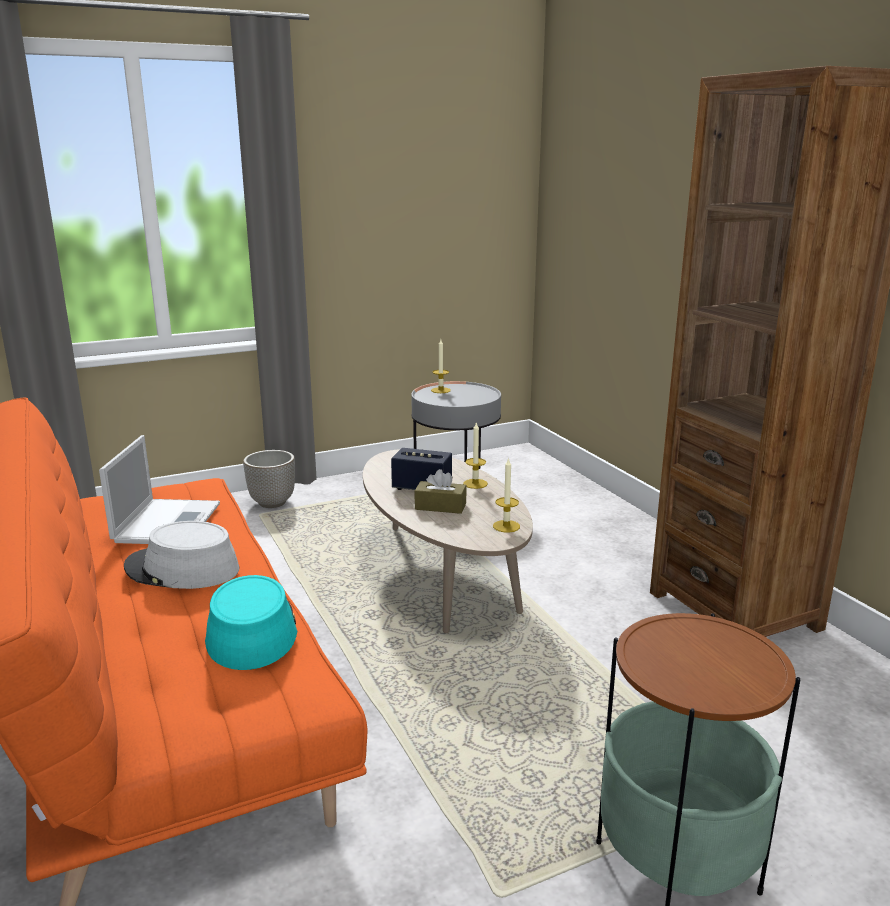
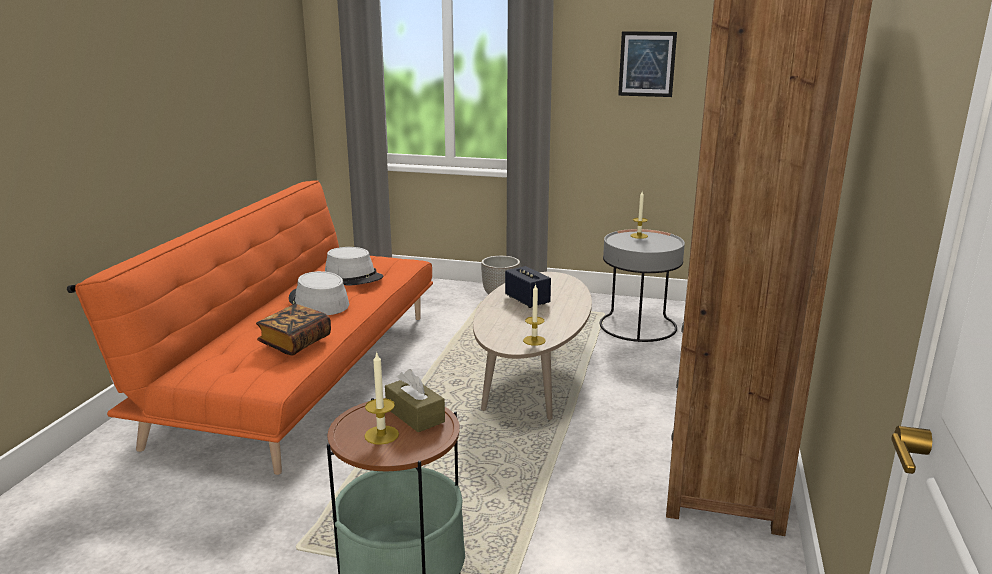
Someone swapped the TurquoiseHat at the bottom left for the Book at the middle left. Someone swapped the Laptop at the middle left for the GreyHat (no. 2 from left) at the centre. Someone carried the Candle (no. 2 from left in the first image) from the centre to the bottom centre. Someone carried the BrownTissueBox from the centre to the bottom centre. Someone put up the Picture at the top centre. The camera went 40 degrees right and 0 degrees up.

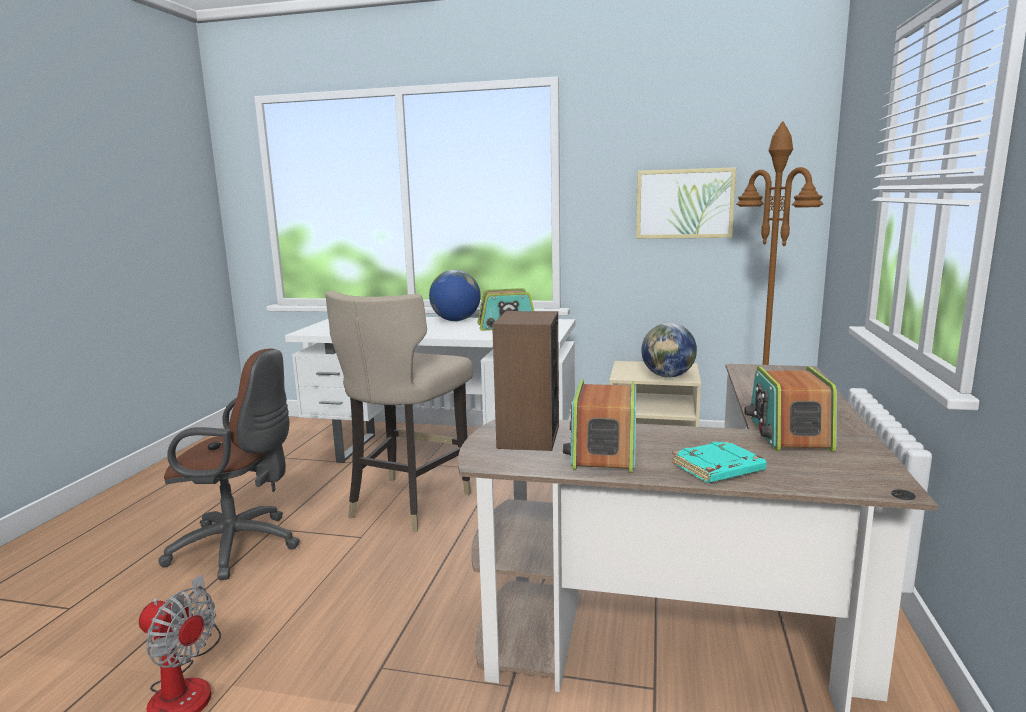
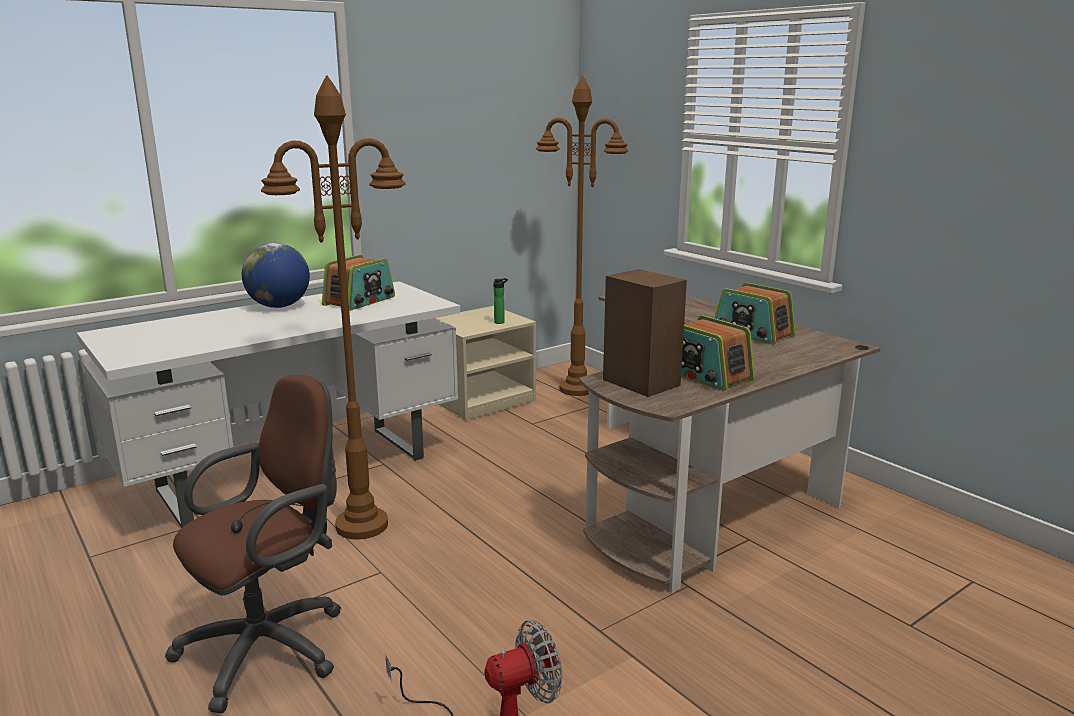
Someone swapped the BeigeStool at the centre for the BrownFloorLamp (no. 1 from left) at the middle left. Someone swapped the Globe (no. 2 from left) at the centre for the Bottle at the centre. Someone took away the Picture at the top right. Someone took away the TurquoiseBook at the middle right. The camera went 50 degrees left and 5 degrees up.

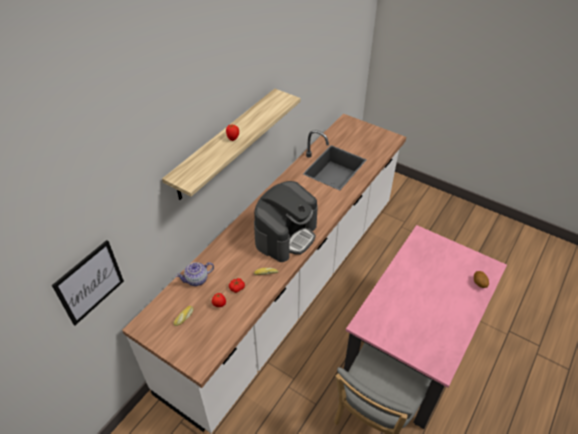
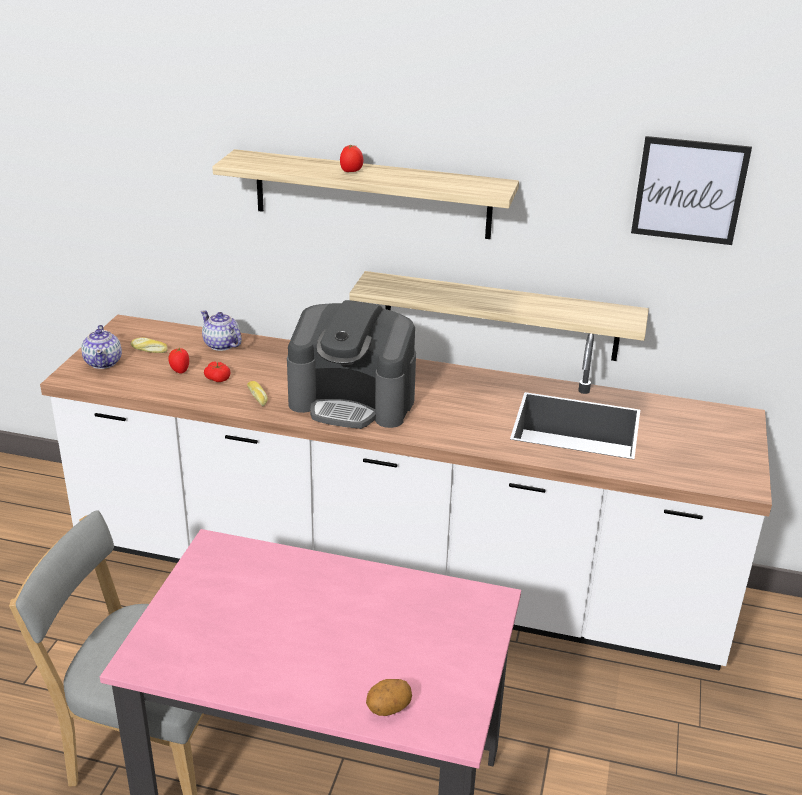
Someone put down the Teapot (no. 1 from left) at the middle left. Someone put up the Shelf (no. 2 from left) at the centre. Someone carried the Picture from the middle left to the top right. The camera went 70 degrees right and 15 degrees down.

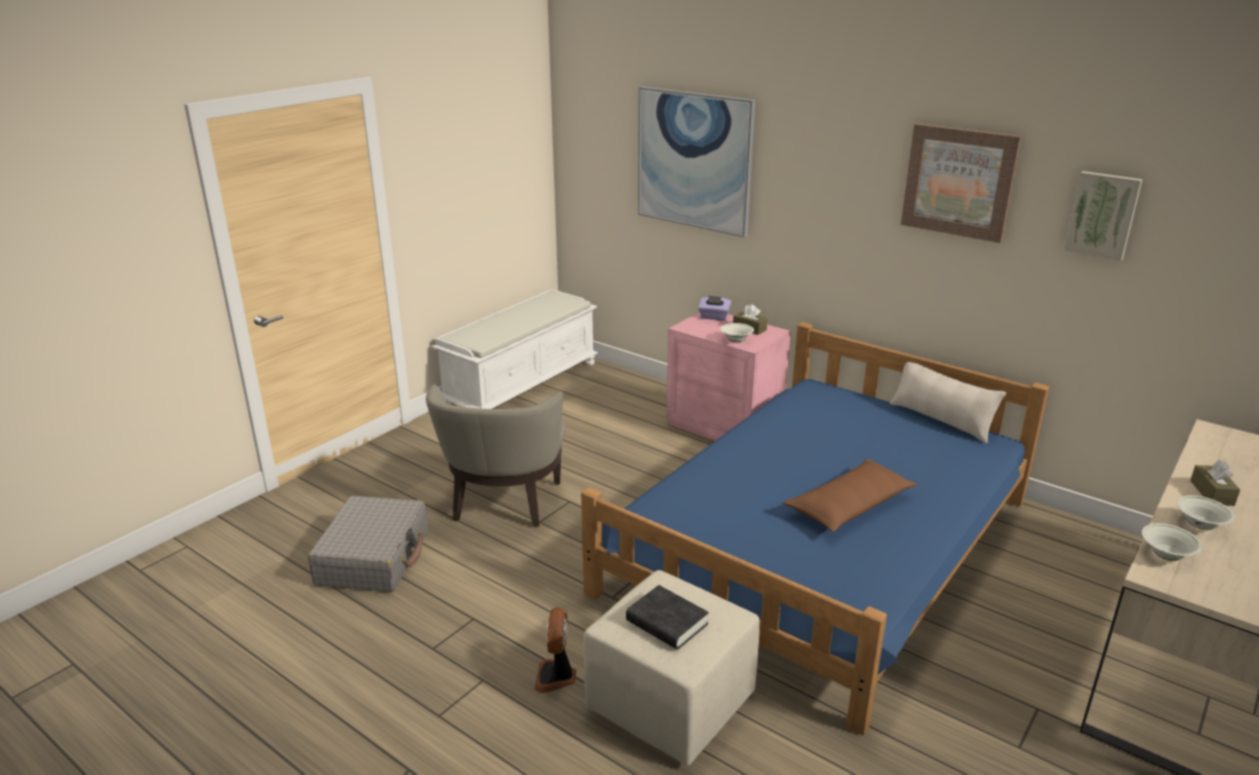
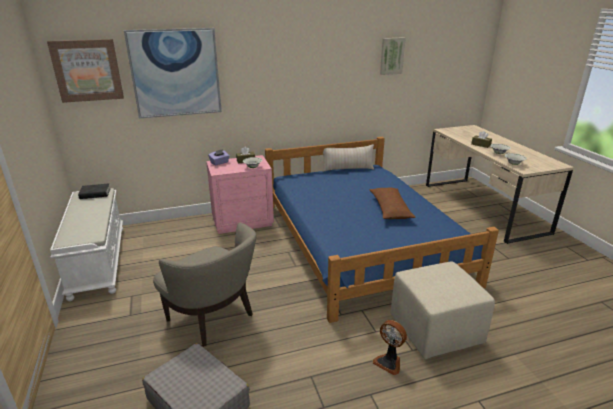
Someone carried the Picture (no. 2 from left in the first image) from the top right to the top left. Someone carried the BlackBook from the bottom centre to the middle left. The camera went 55 degrees left and 0 degrees up.

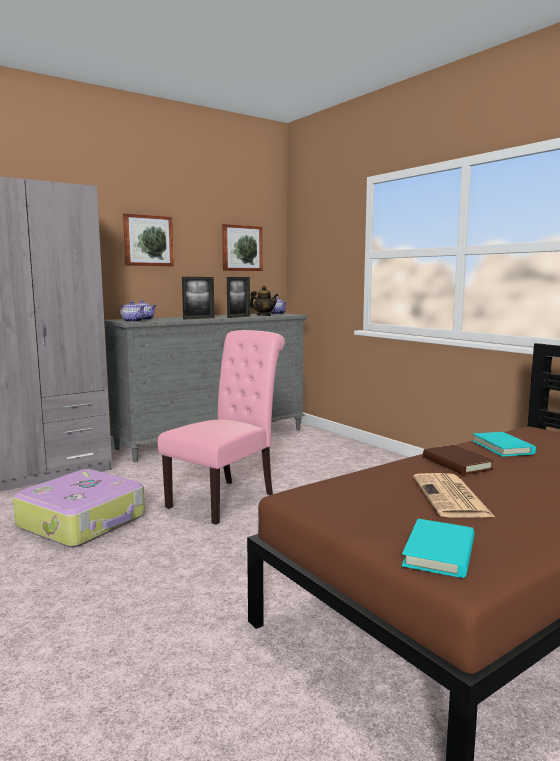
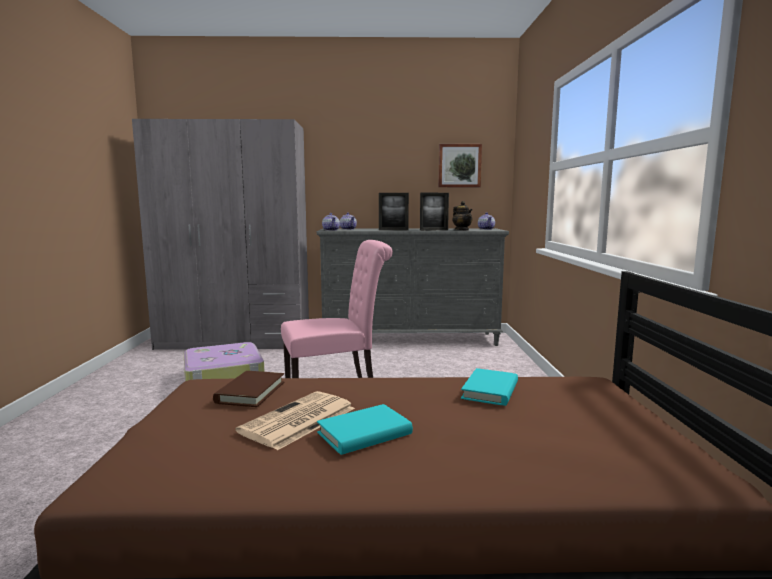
Someone carried the BrownBook from the middle right to the bottom left. Someone carried the TurquoiseBook (no. 1 from left) from the bottom right to the bottom centre. Someone took away the Picture (no. 1 from left) at the top left. The camera went 35 degrees right and 0 degrees up.

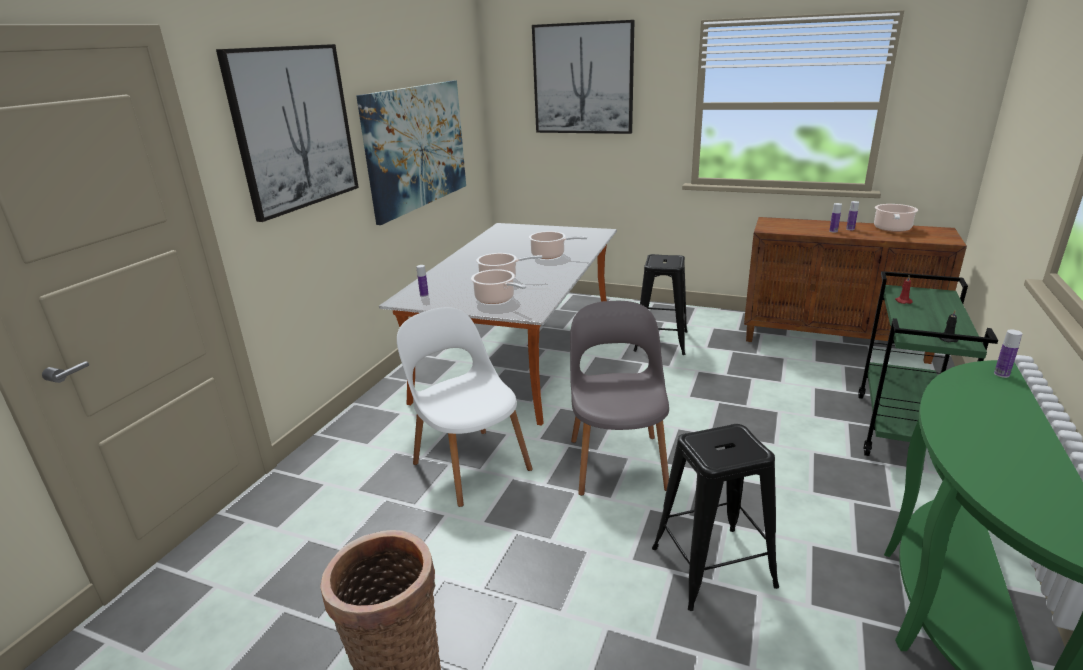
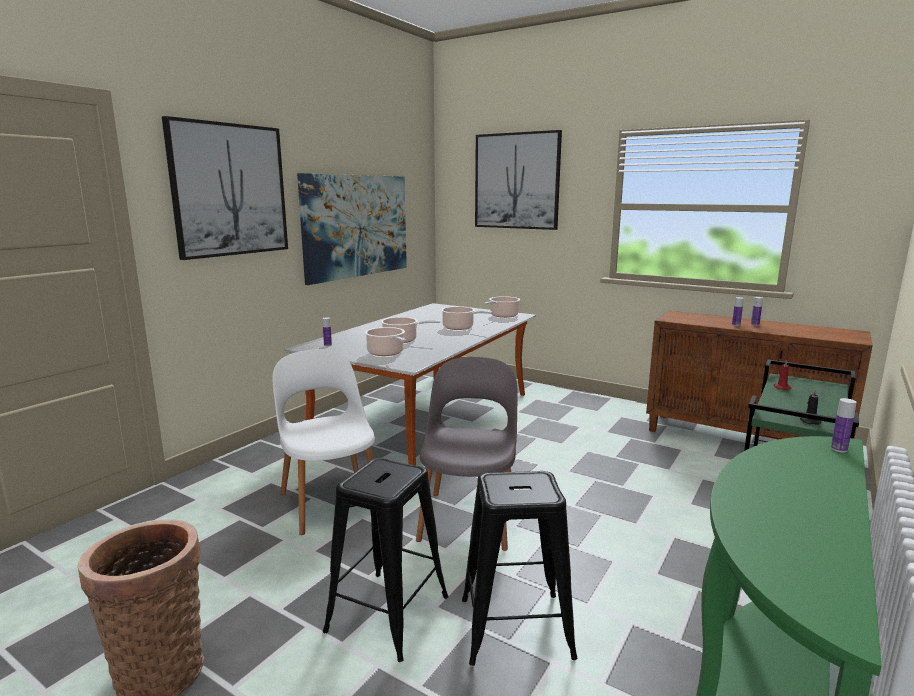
Someone carried the BlackStool (no. 1 from left) from the centre to the bottom centre. Someone carried the CookingPot (no. 4 from left) from the top right to the centre. The camera went 10 degrees right and 10 degrees down.

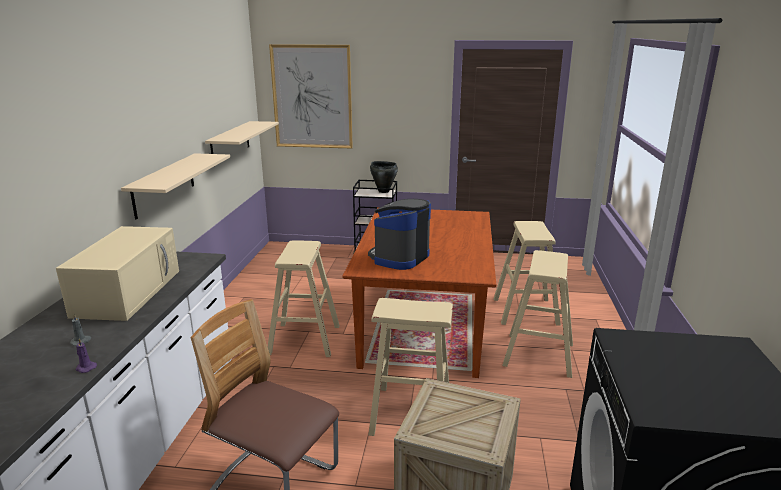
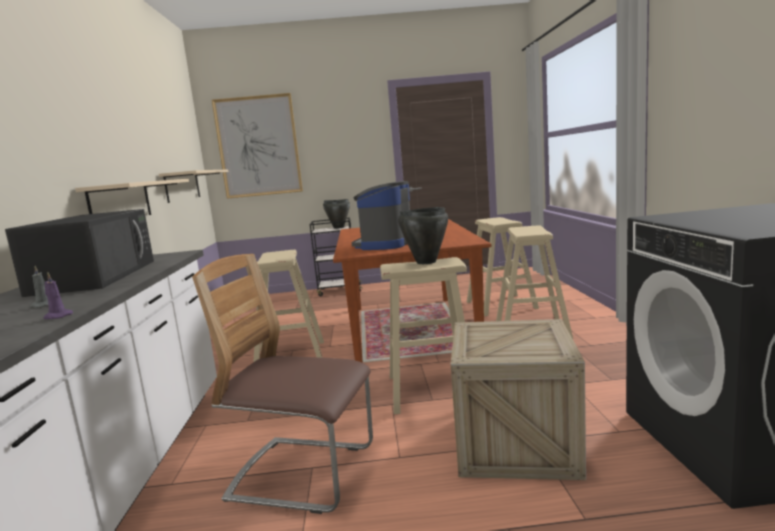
Someone repainted the BeigeMicrowave at the middle left, which became the BlackMicrowave at the middle left. Someone put down the BlackCookingPot (no. 2 from left) at the centre. The camera went 10 degrees left and 10 degrees down.

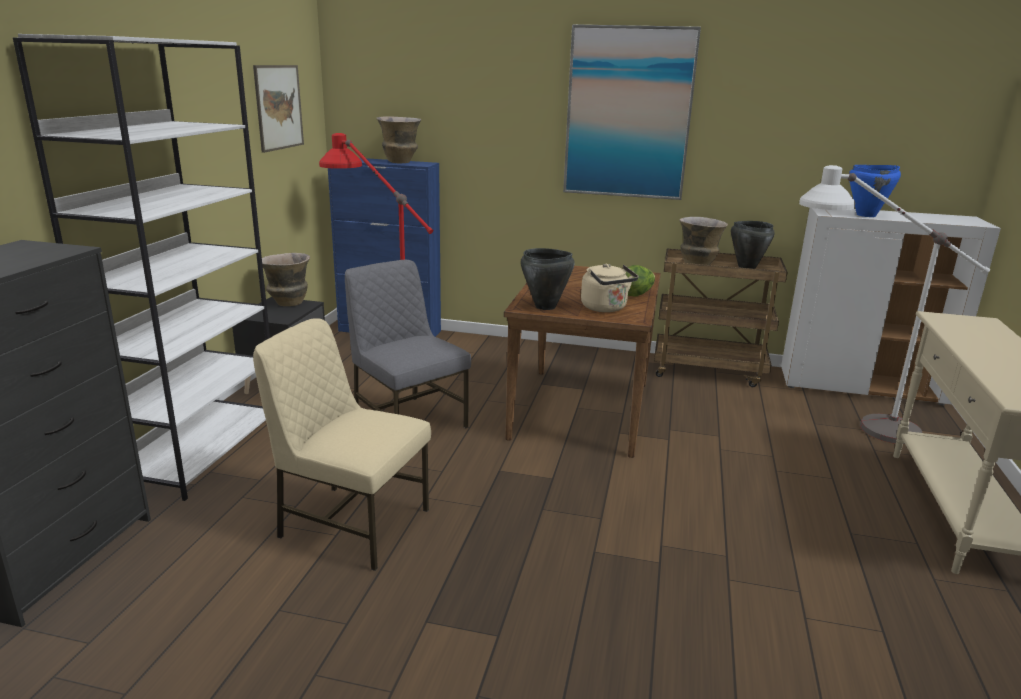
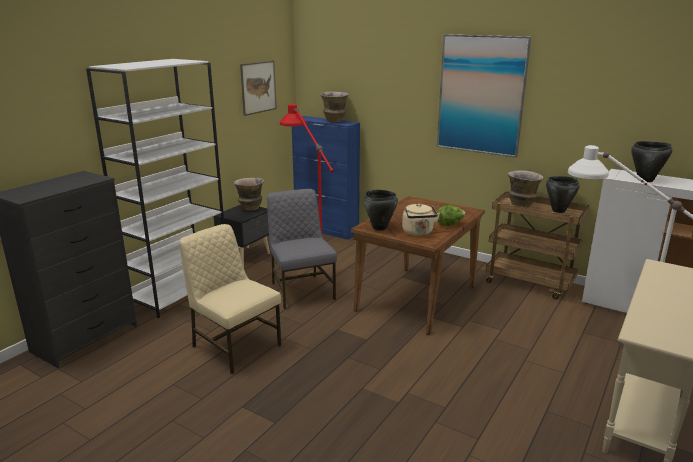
Someone repainted the BlueCookingPot at the top right, which became the BlackCookingPot (no. 3 from left) at the middle right. The camera went 20 degrees right and 0 degrees up.

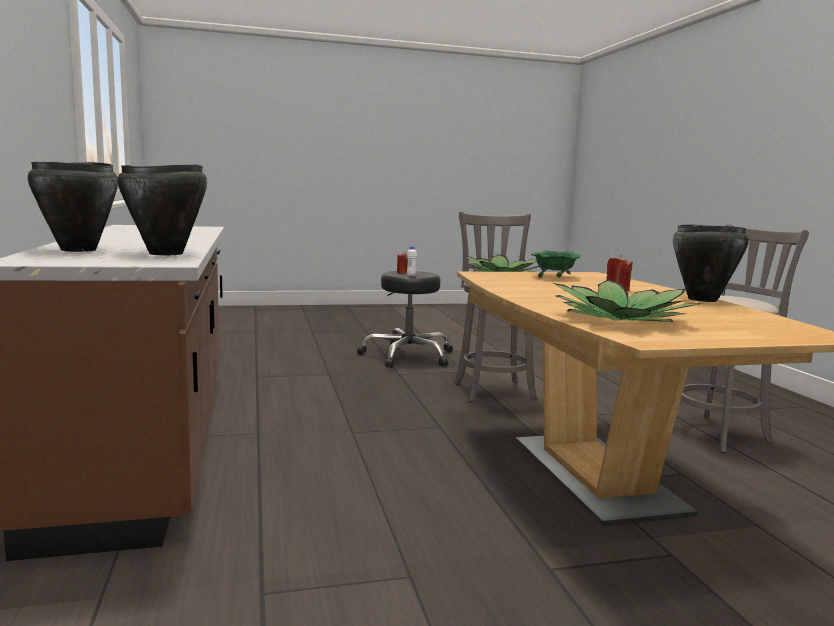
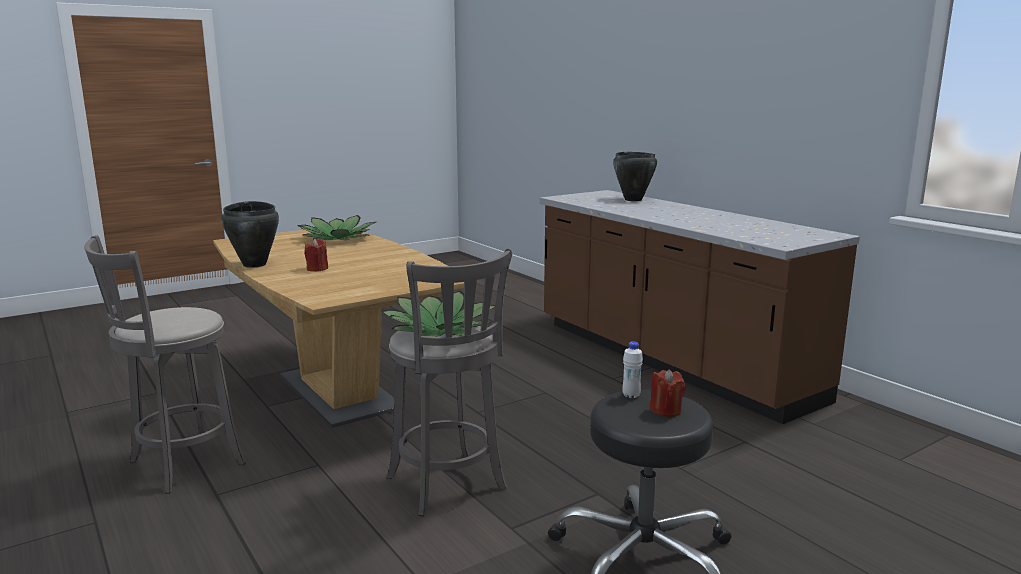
Someone took away the BlackCookingPot (no. 2 from left) at the middle left. Someone took away the GreenBowl at the middle right. The camera went 160 degrees right and 5 degrees up.

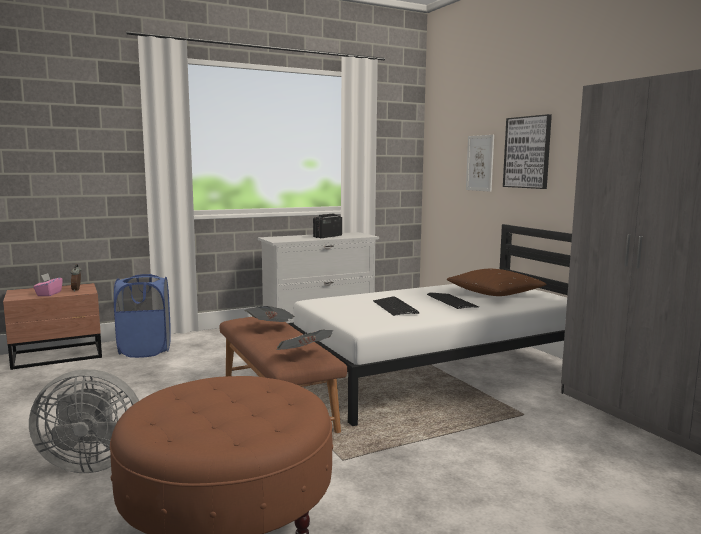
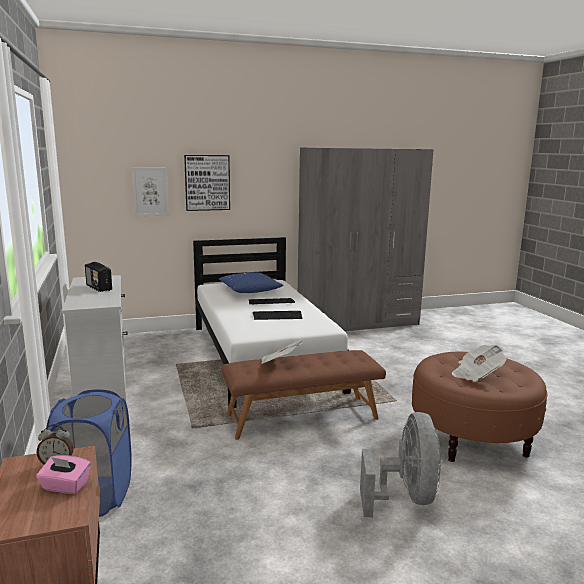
Someone repainted the BrownPillow at the middle right, which became the BluePillow at the centre. Someone carried the Newspaper (no. 2 from left) from the centre to the middle right. The camera went 80 degrees left and 5 degrees up.

